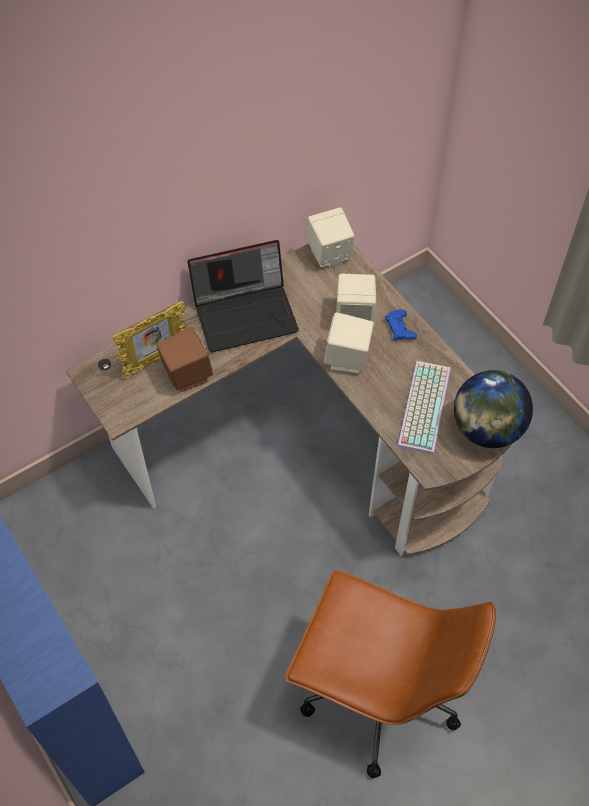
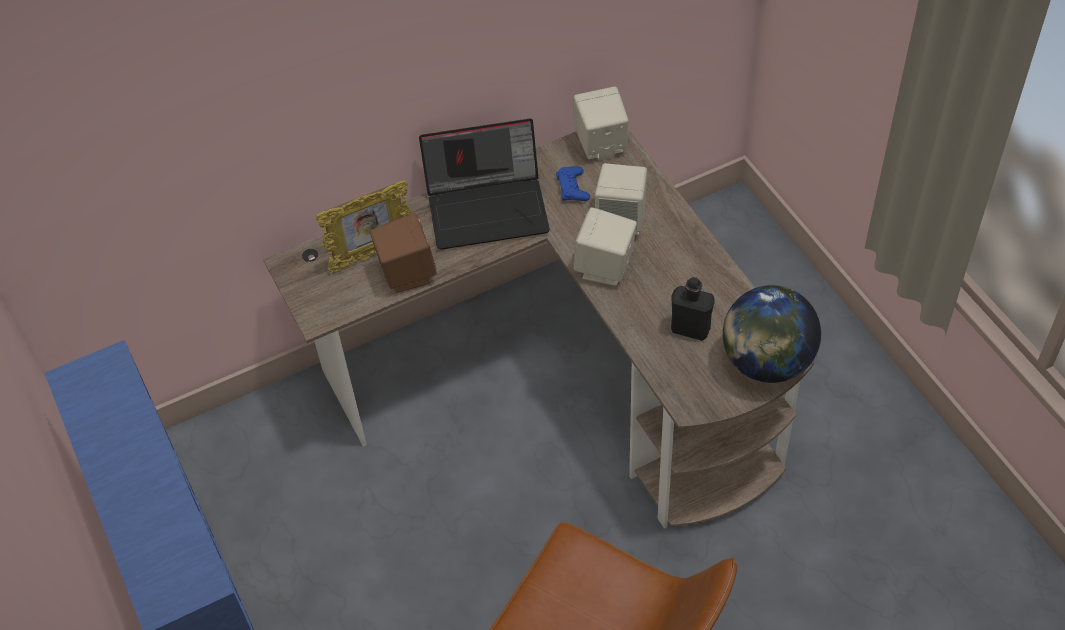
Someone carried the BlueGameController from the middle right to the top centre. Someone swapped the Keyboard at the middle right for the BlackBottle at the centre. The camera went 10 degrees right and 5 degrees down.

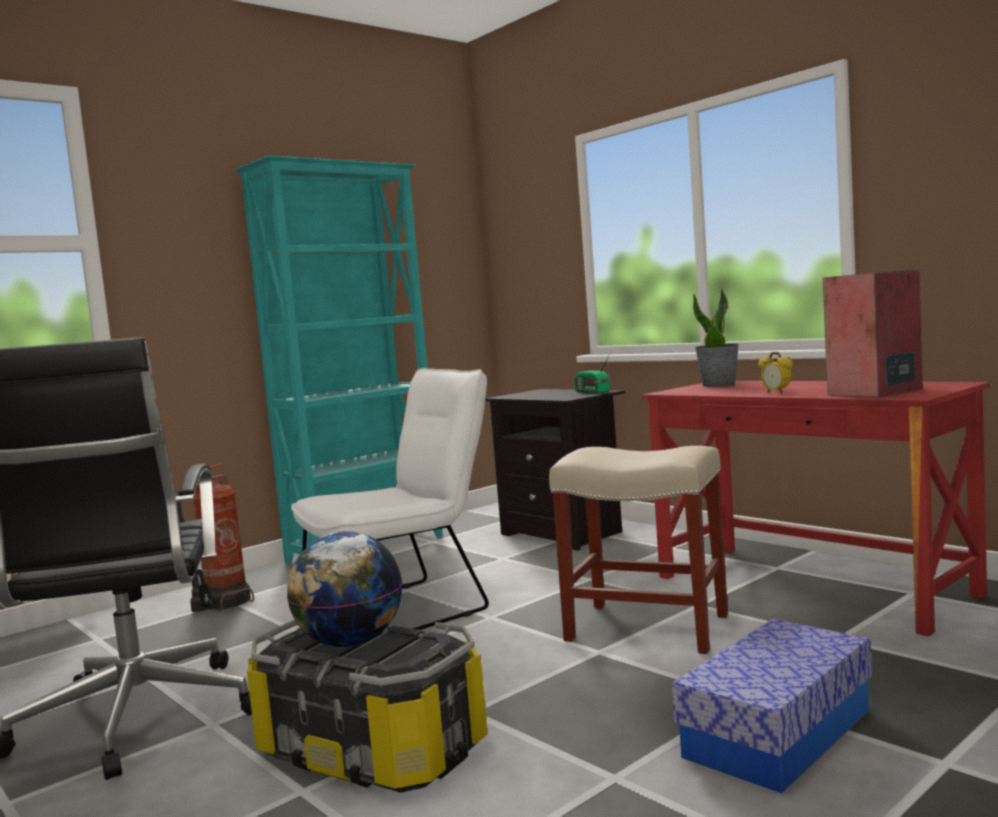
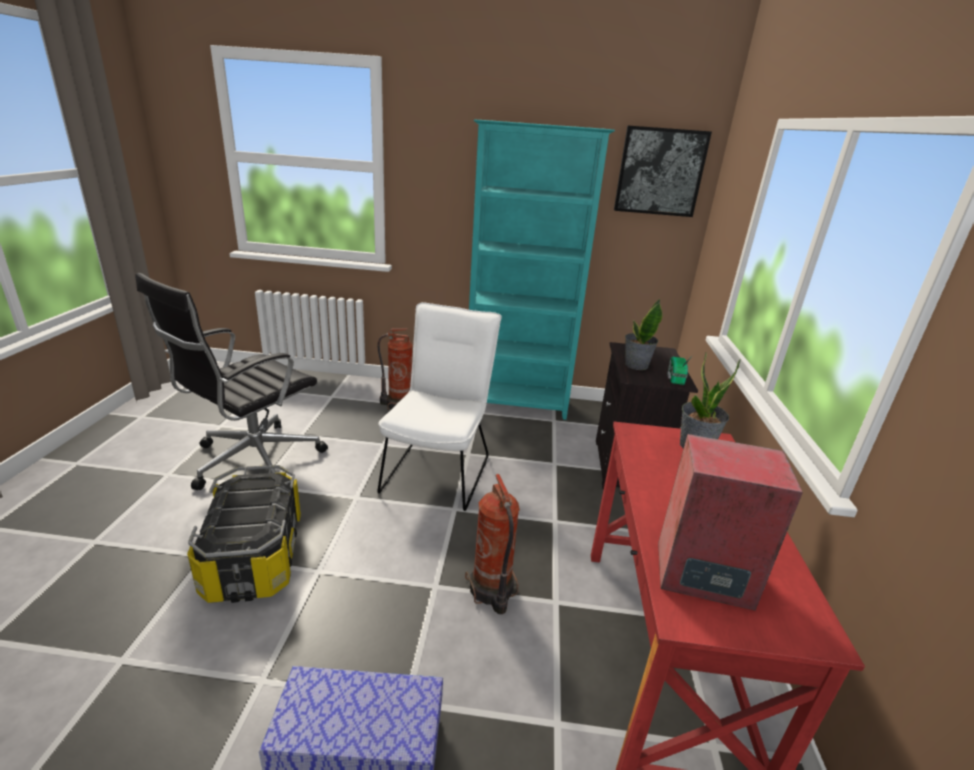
Someone rotated the WhiteChair at the centre by 90 degrees counterclockwise. Someone swapped the BeigeStool at the bottom centre for the FireExtinguisher (no. 2 from left) at the bottom centre. Someone put up the Picture at the top right. Someone put down the PottedPlant (no. 1 from left) at the centre. Someone took away the Globe at the bottom centre. Someone took away the AlarmClock at the middle right. The camera went 45 degrees right and 20 degrees up.

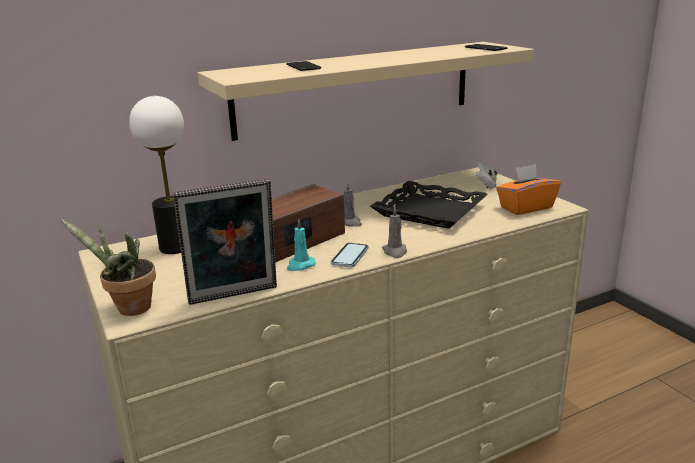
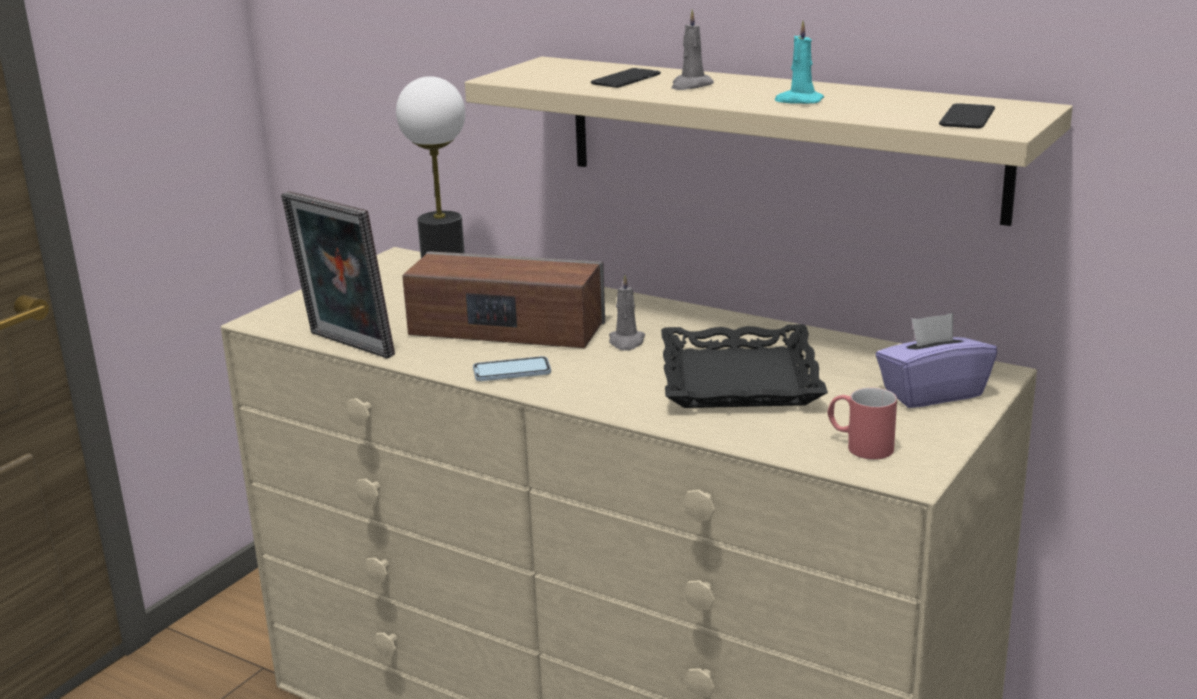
Someone carried the GreyCandle (no. 2 from left) from the centre to the top centre. Someone carried the TurquoiseCandle from the centre to the top right. Someone swapped the OrangeTissueBox at the middle right for the RedMug at the middle right. Someone swapped the WhiteGameController at the middle right for the PurpleTissueBox at the middle right. Someone took away the PottedPlant at the middle left. The camera went 60 degrees right and 0 degrees up.

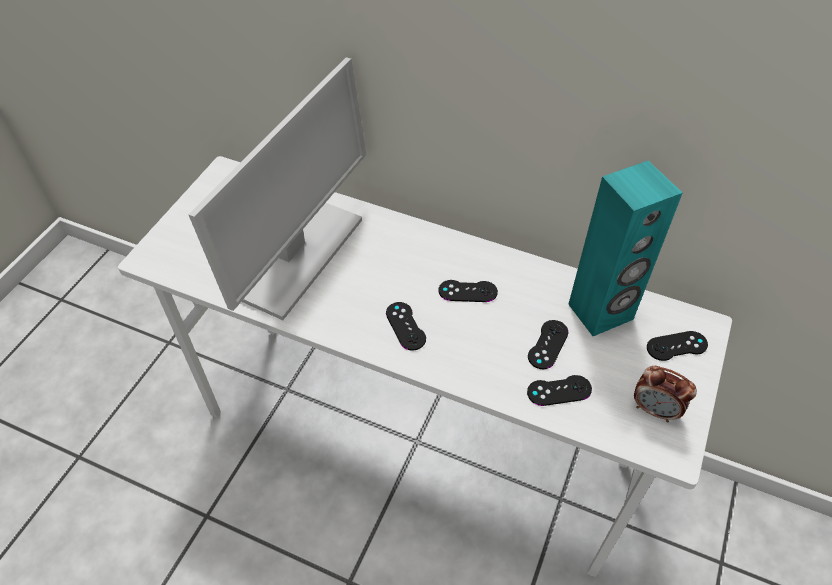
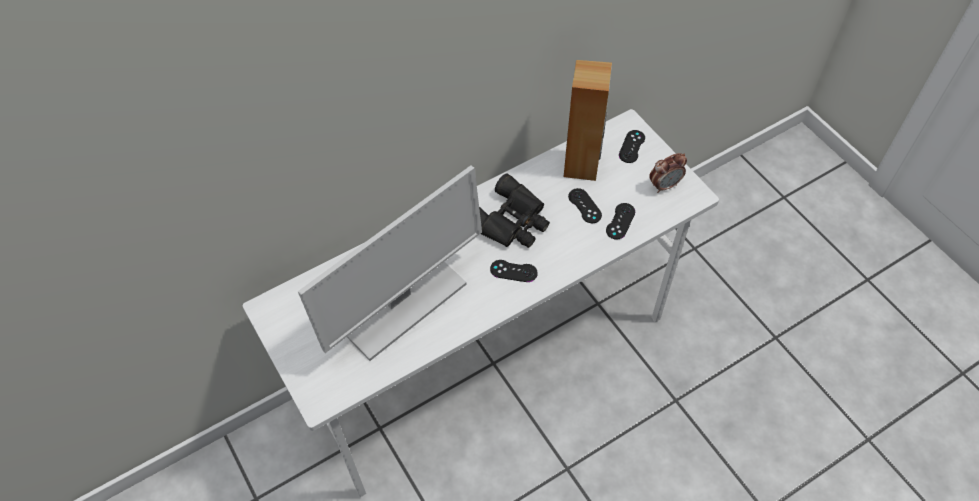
Someone rotated the Monitor at the top left by 75 degrees clockwise. Someone swapped the BlackGameController (no. 2 from left) at the centre for the BlackBinoculars at the centre. Someone repainted the TurquoiseSpeaker at the middle right, which became the BrownSpeaker at the top centre. The camera went 55 degrees left and 5 degrees up.

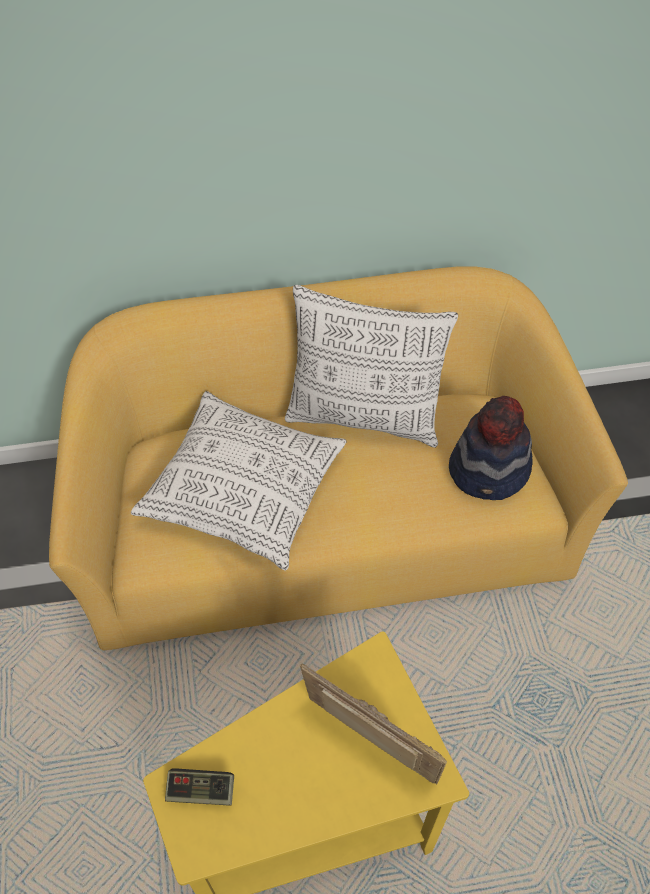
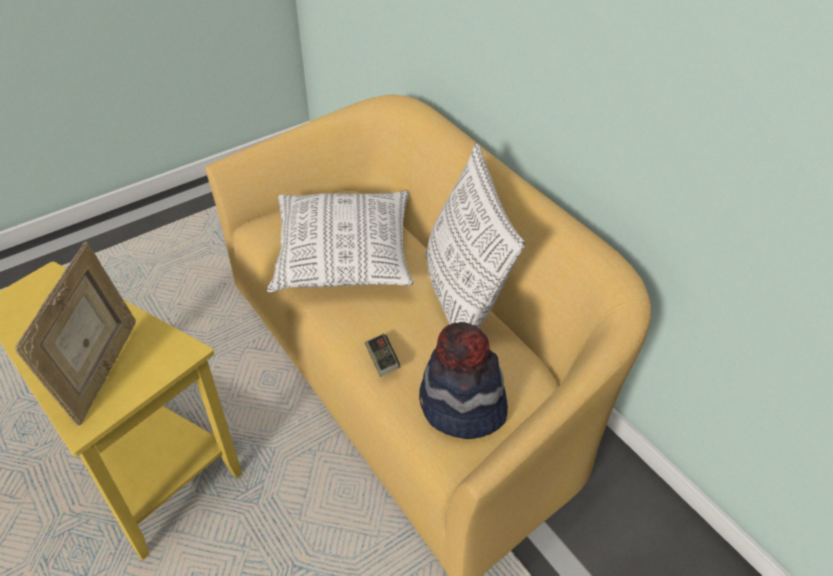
Someone carried the GameController from the bottom left to the centre. The camera went 65 degrees right and 10 degrees down.

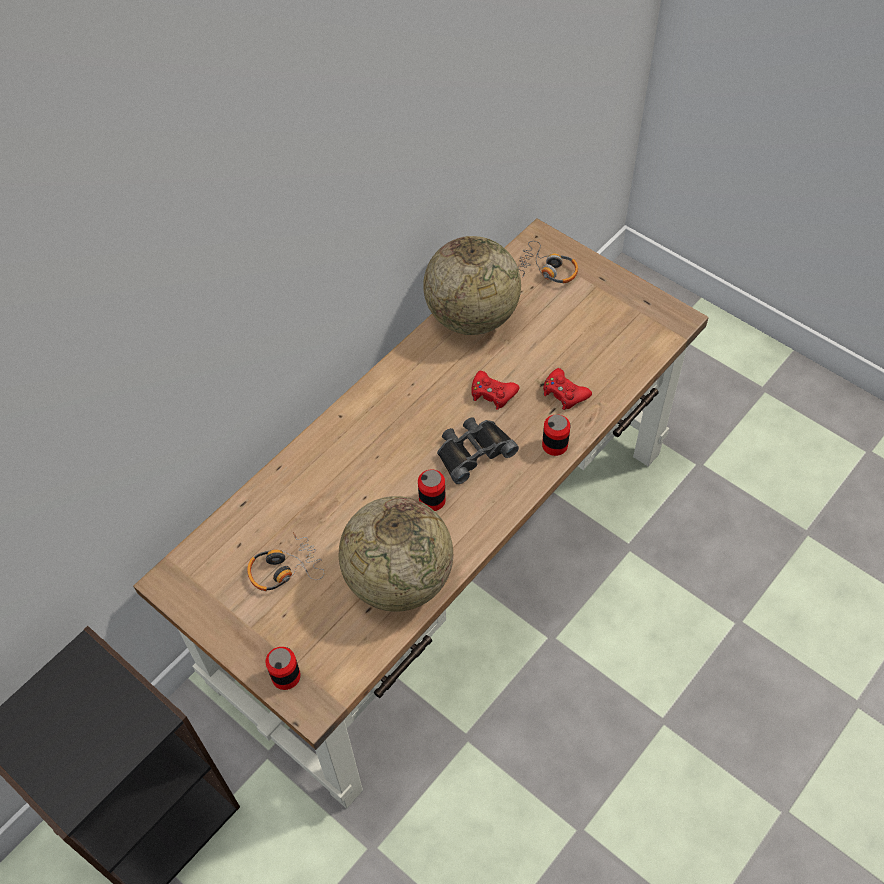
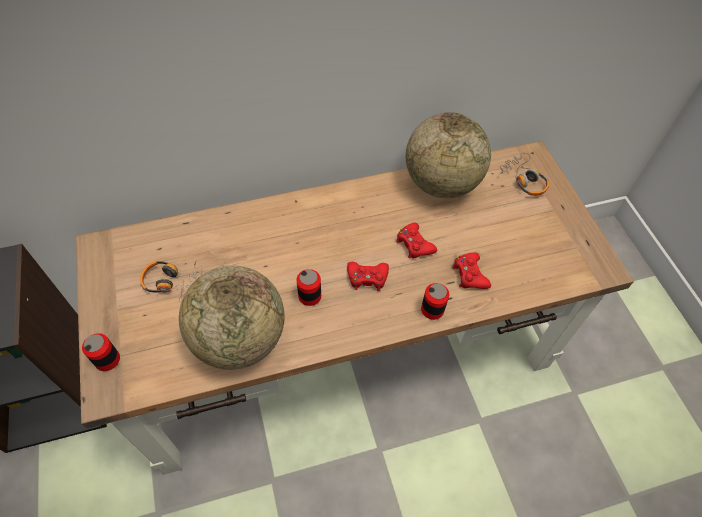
Someone swapped the BlackBinoculars at the centre for the RedGameController (no. 1 from left) at the centre. The camera went 30 degrees right and 0 degrees up.

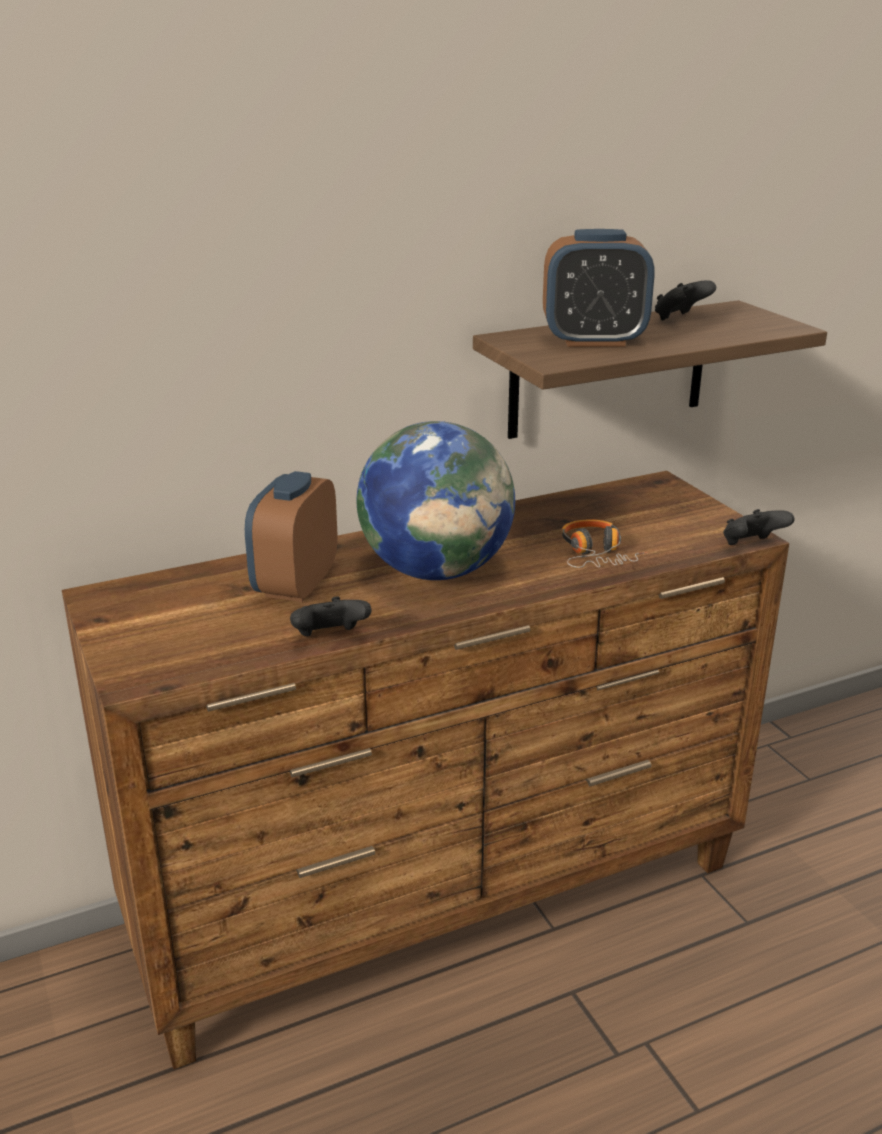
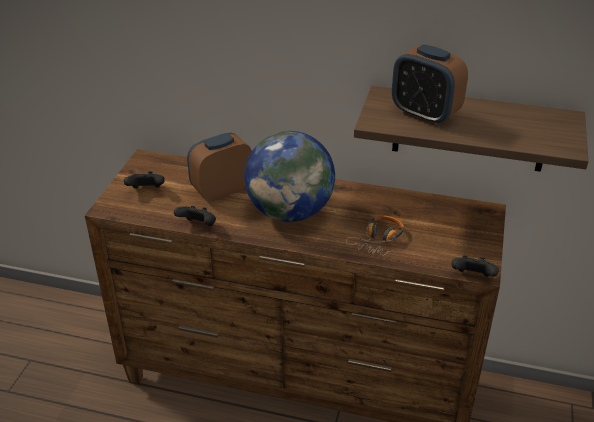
Someone carried the BlackGameController (no. 2 from left in the first image) from the top right to the middle left. The camera went 40 degrees right and 10 degrees up.

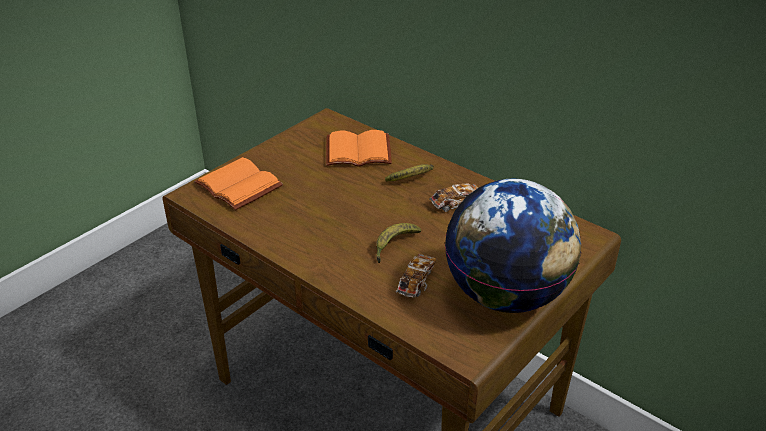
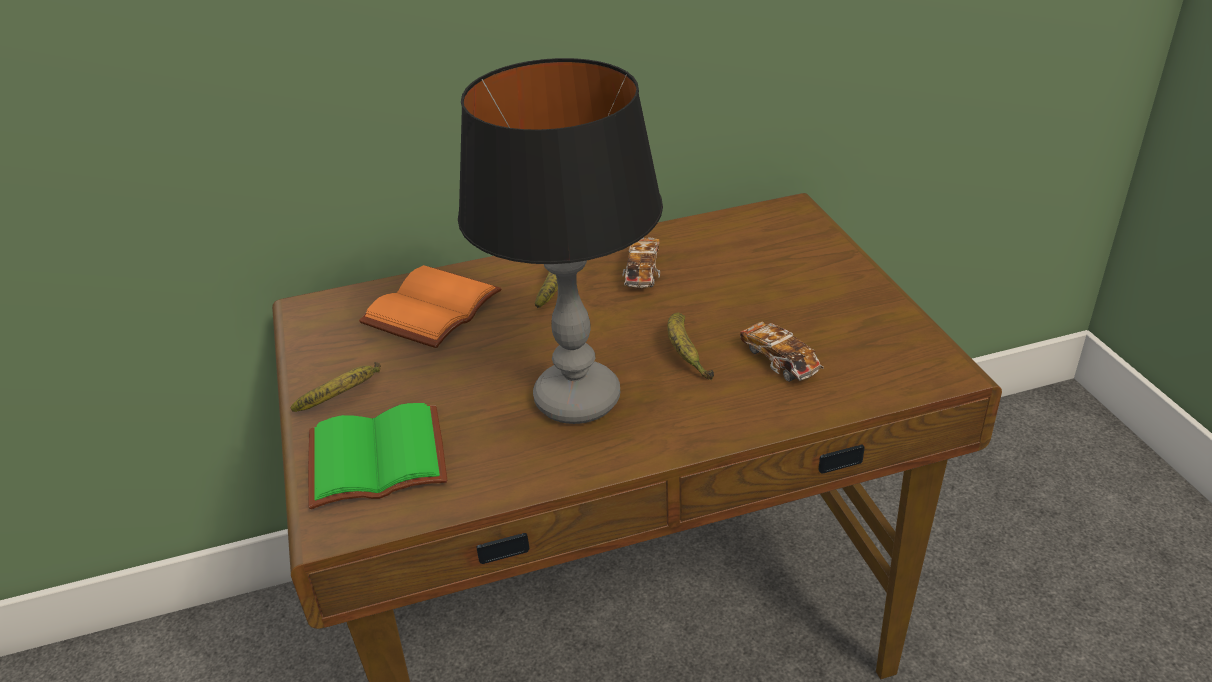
Someone put down the Banana (no. 1 from left) at the middle left. Someone repainted the OrangeBook (no. 1 from left) at the middle left, which became the GreenBook at the bottom left. Someone put down the TableLamp at the centre. Someone took away the Globe at the middle right. The camera went 55 degrees left and 0 degrees up.

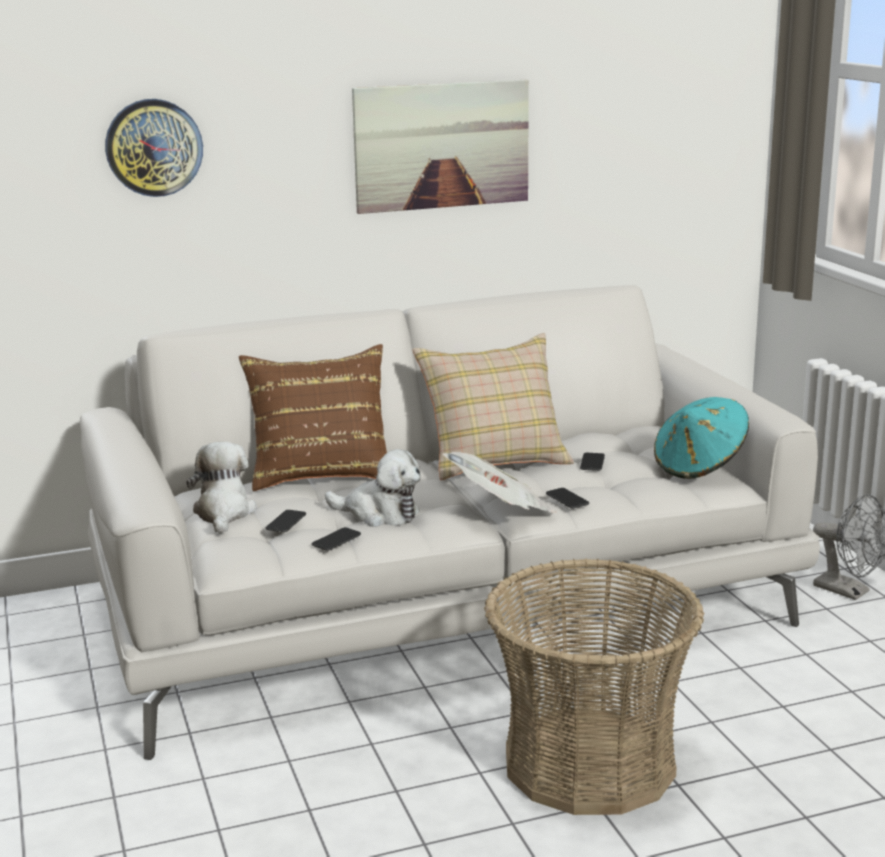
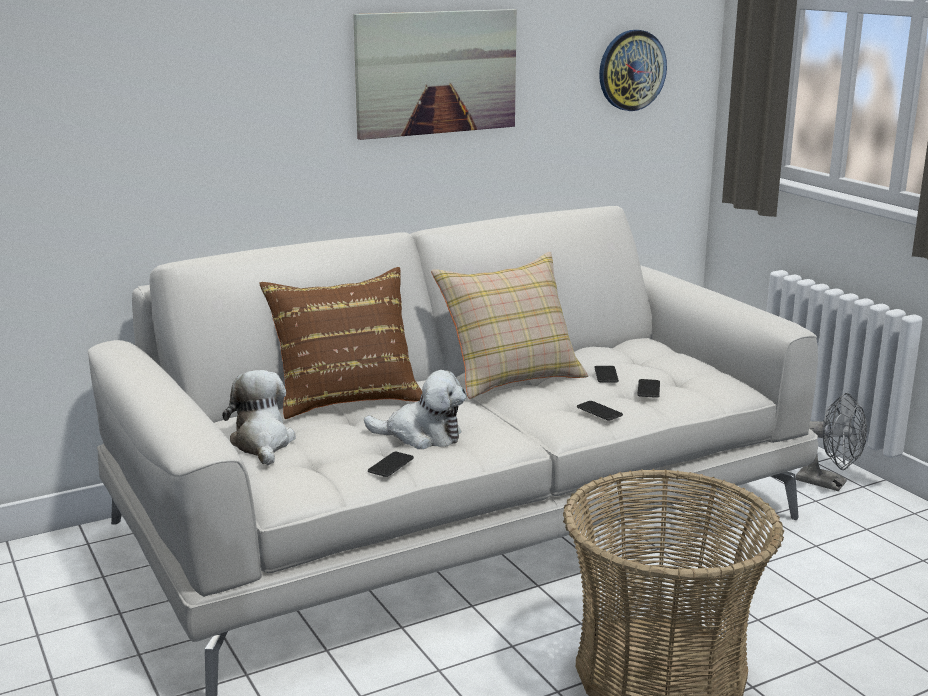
Someone carried the WallClock from the top left to the top right. Someone carried the Phone (no. 1 from left in the first image) from the middle left to the middle right. Someone took away the Newspaper at the centre. Someone took away the TurquoiseHat at the middle right. The camera went 10 degrees left and 0 degrees up.

